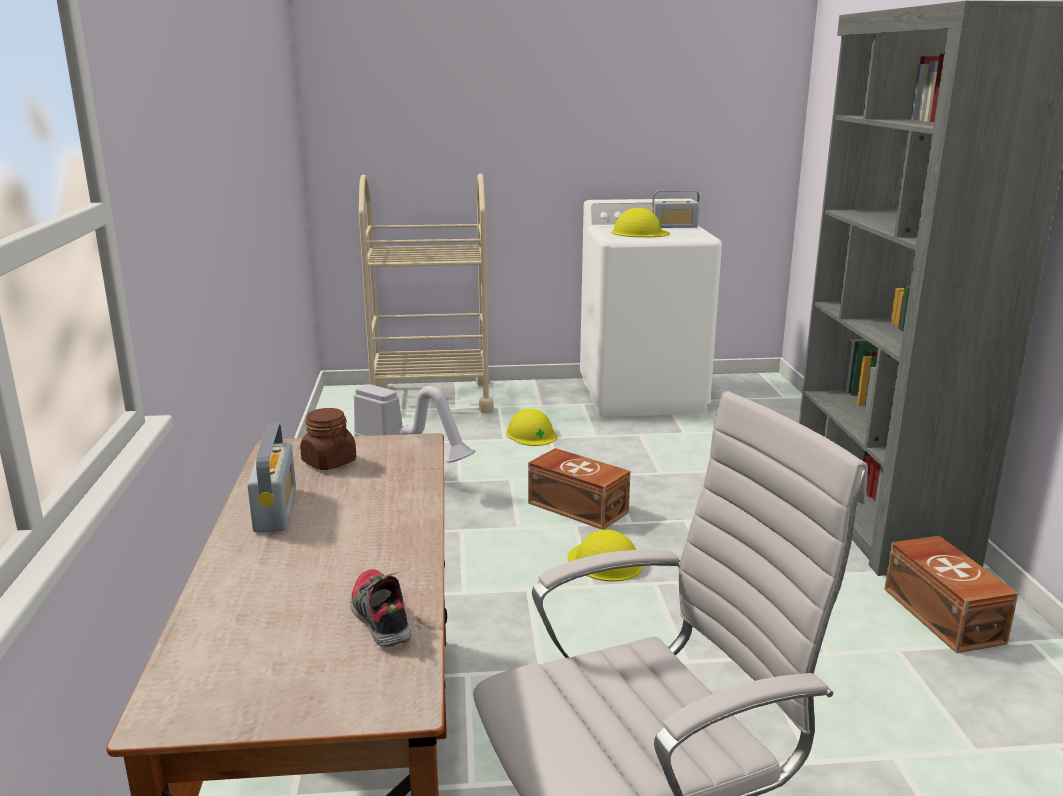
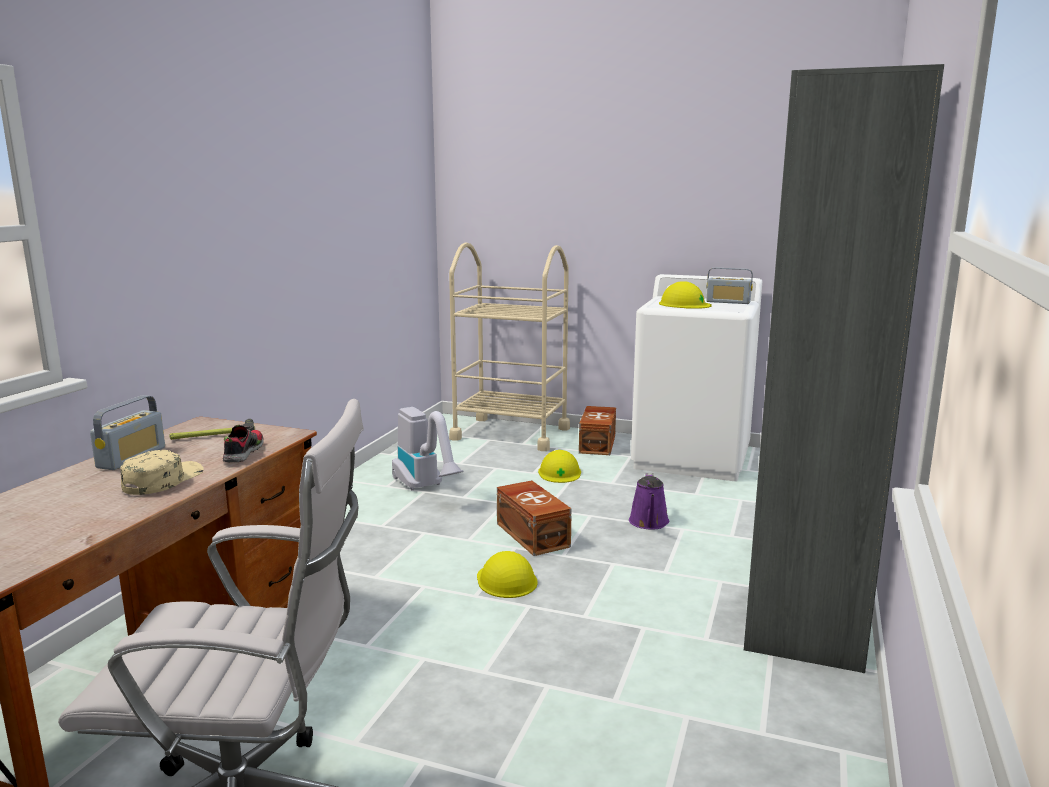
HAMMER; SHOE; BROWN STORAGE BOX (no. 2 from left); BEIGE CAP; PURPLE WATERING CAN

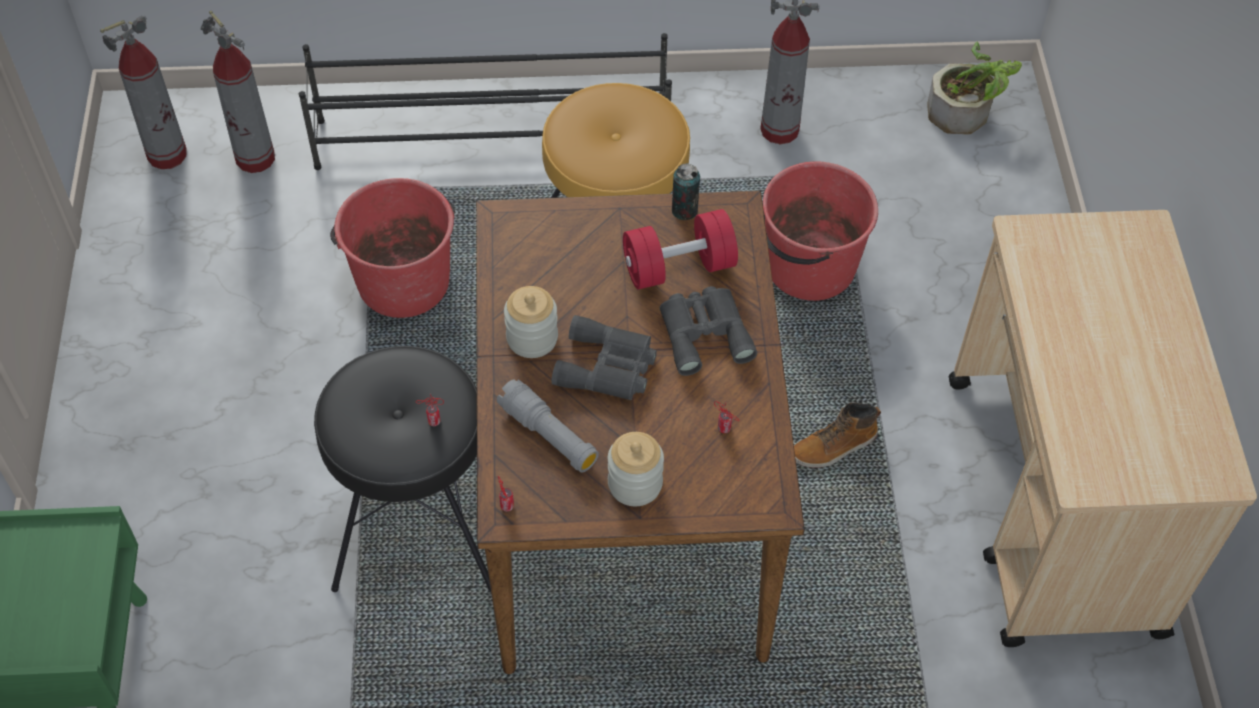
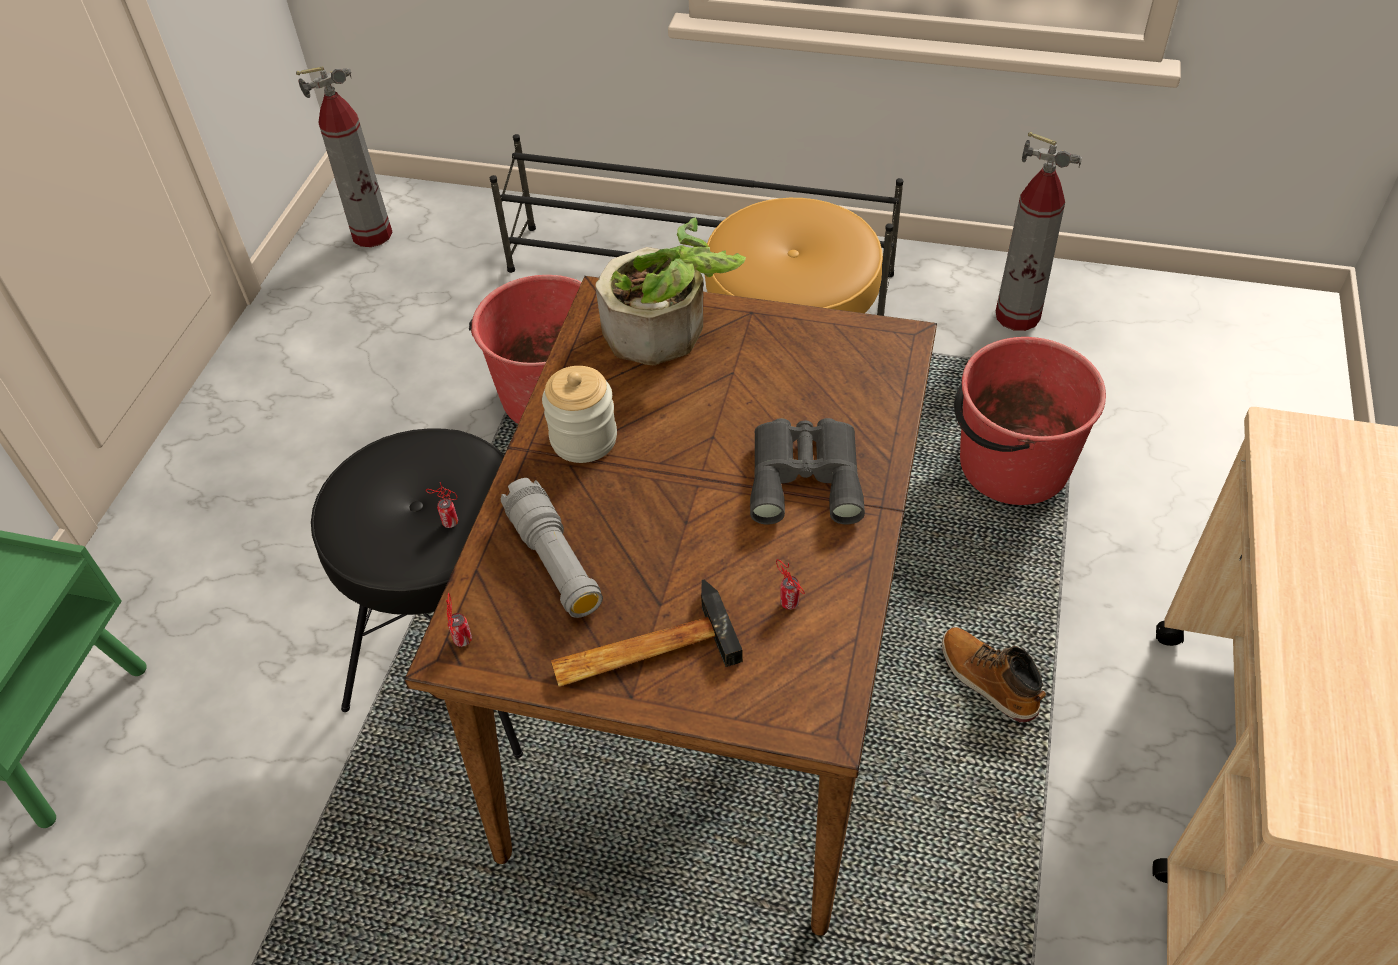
FIRE EXTINGUISHER (no. 2 from left in the first image); GREY BINOCULARS (no. 1 from left in the first image); HAMMER; RED DUMBBELL; CAN (no. 3 from left in the first image); BOOT; POTTED PLANT

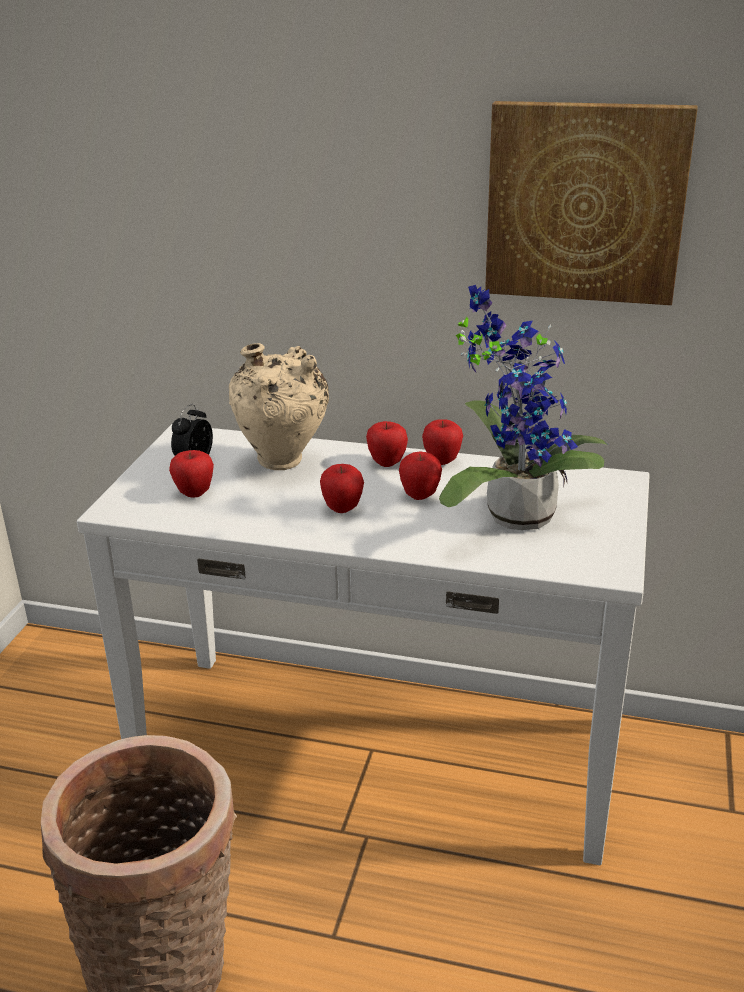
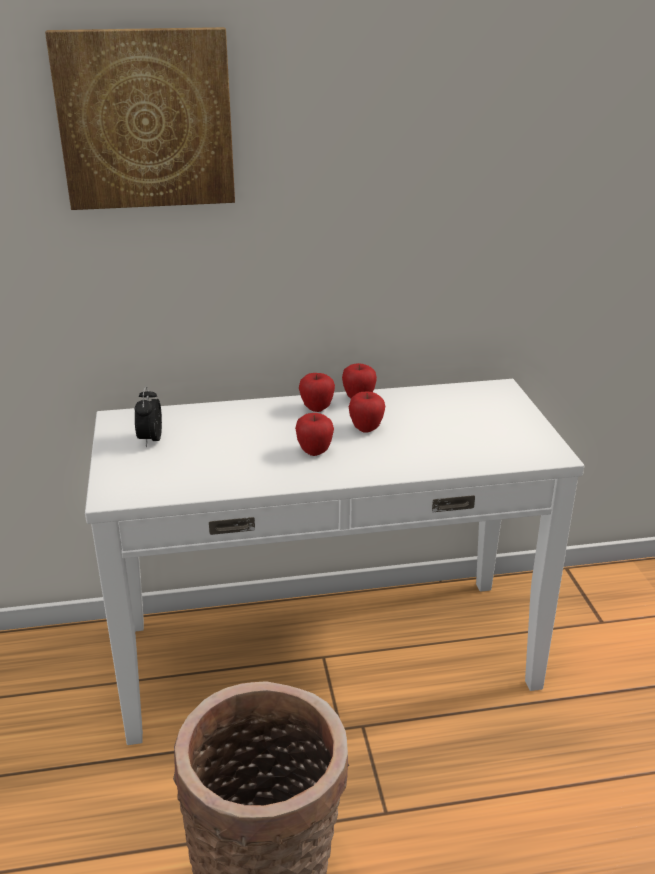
APPLE (no. 1 from left in the first image); BEIGE VASE; POTTED PLANT; PICTURE

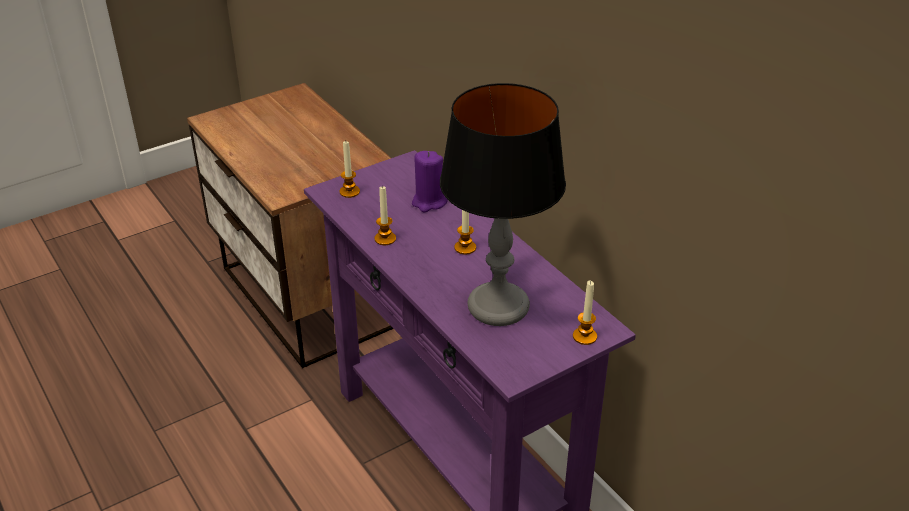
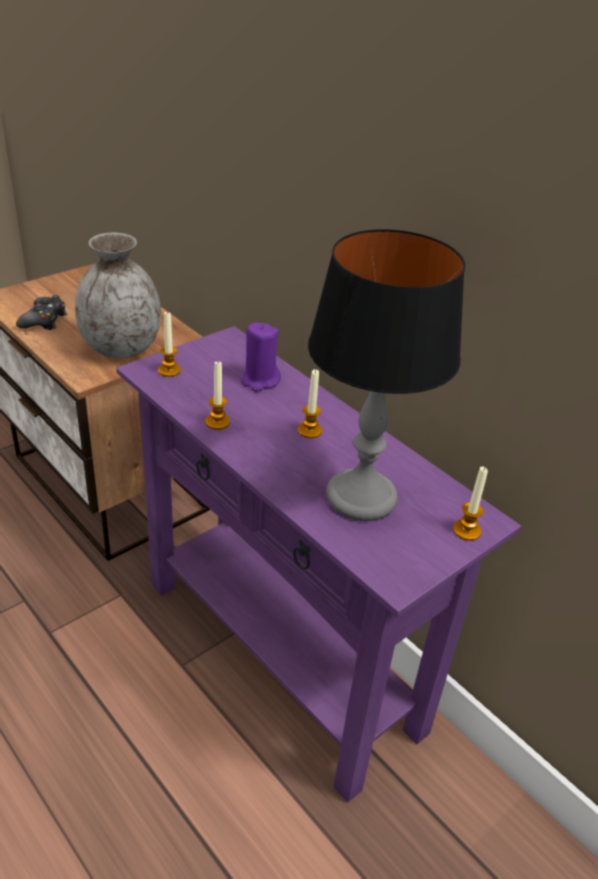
BLACK GAME CONTROLLER; GREY VASE

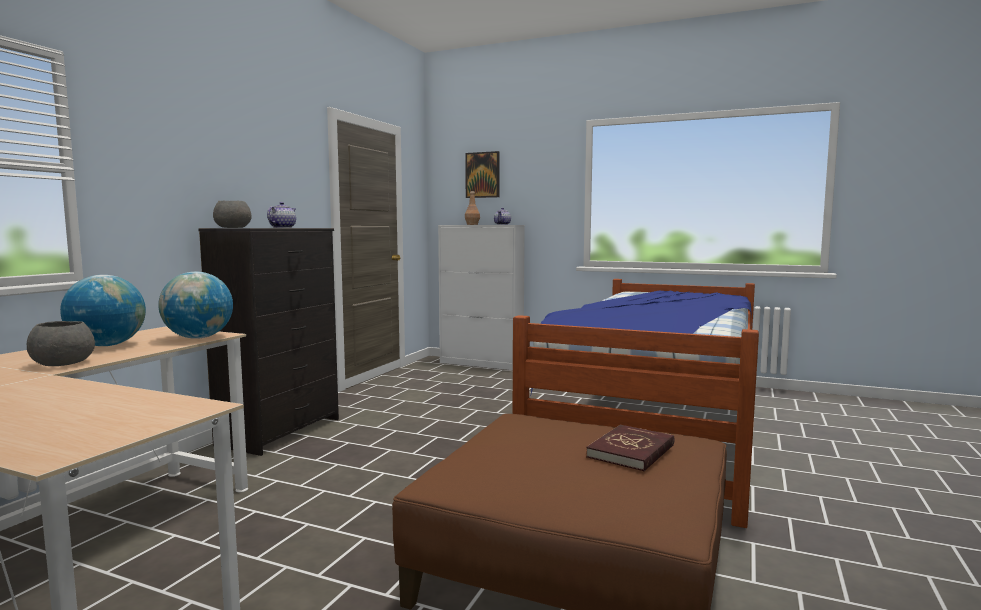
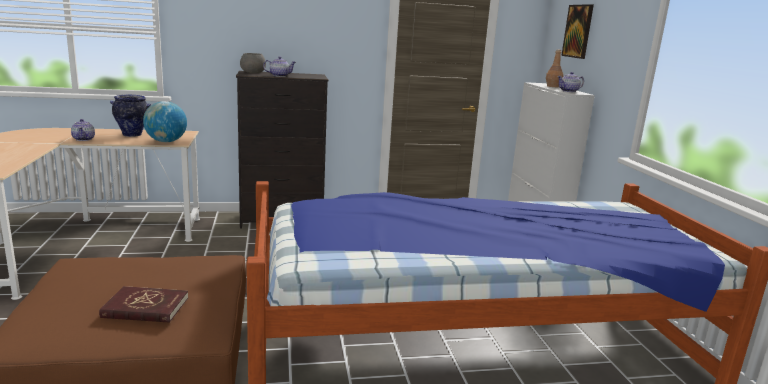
TEAPOT (no. 1 from left); VASE

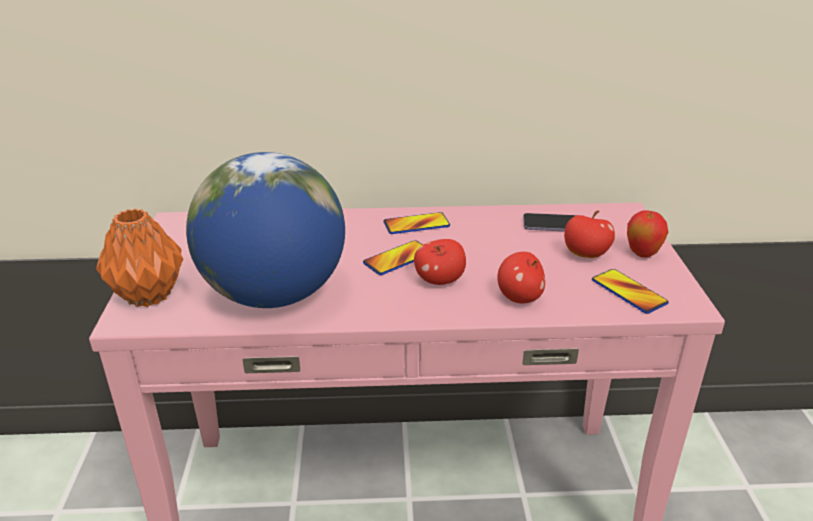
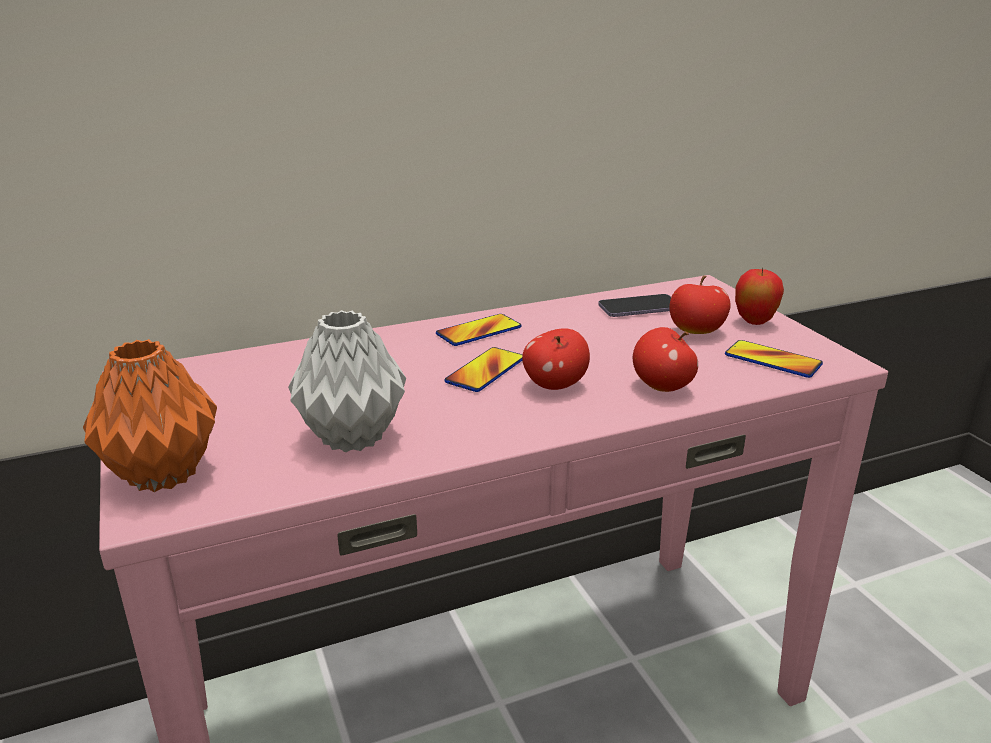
GREY VASE

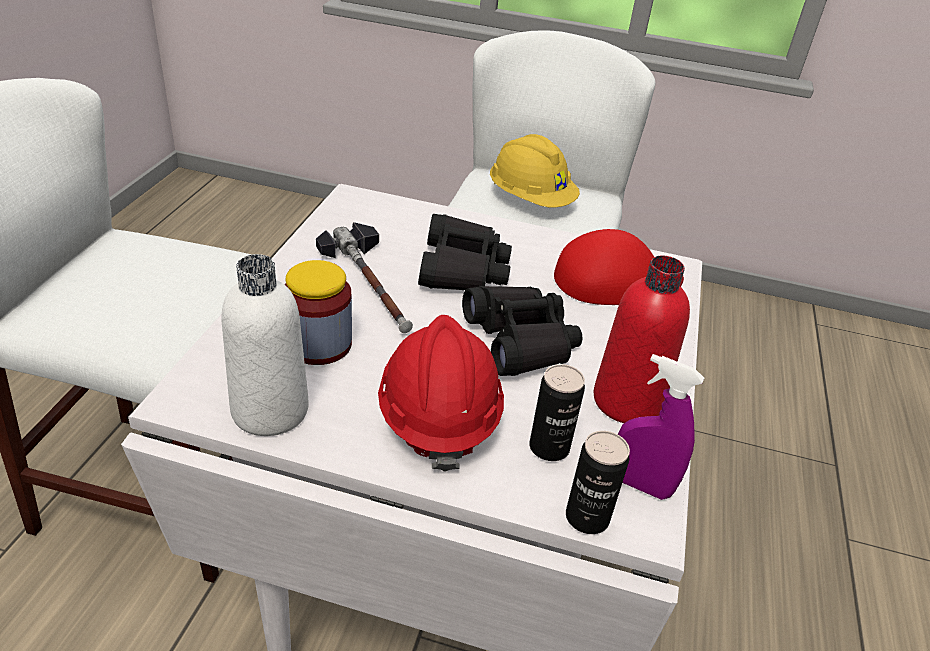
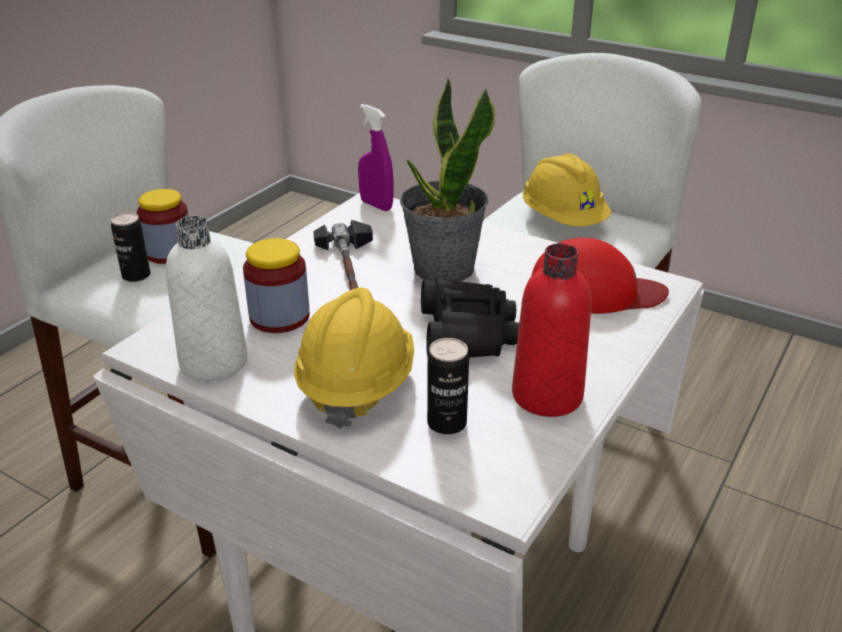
YELLOW HARD HAT (no. 1 from left); POTTED PLANT; CAN (no. 1 from left); PURPLE SPRAY BOTTLE; JAR (no. 1 from left)

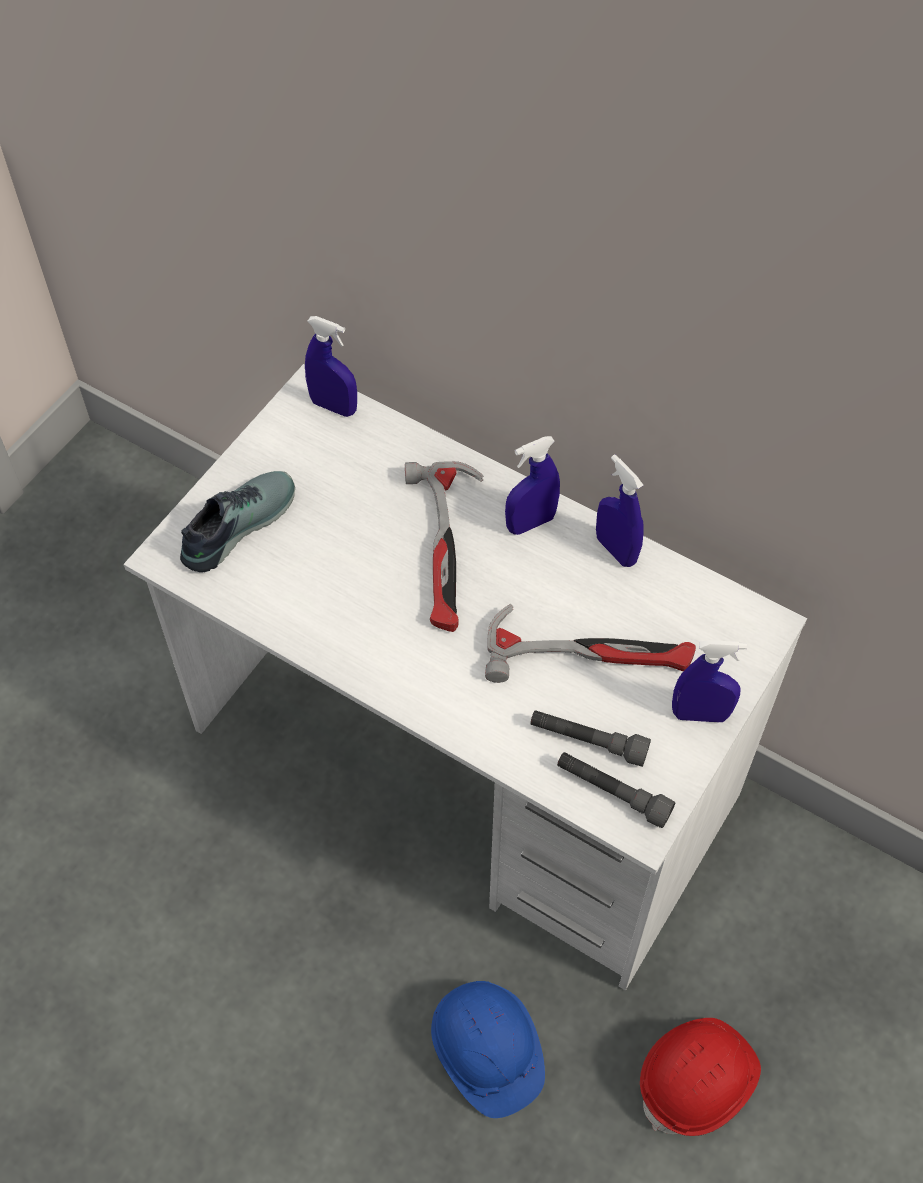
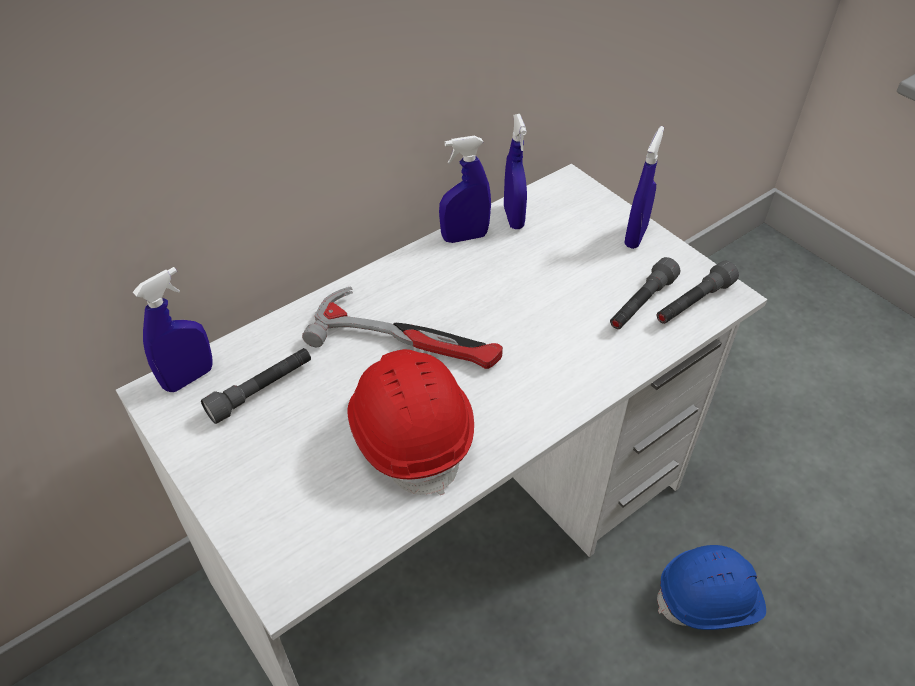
SHOE; HAMMER (no. 2 from left in the first image); BLUE SPRAY BOTTLE (no. 3 from left); RED HARD HAT; GREY FLASHLIGHT (no. 1 from left)

